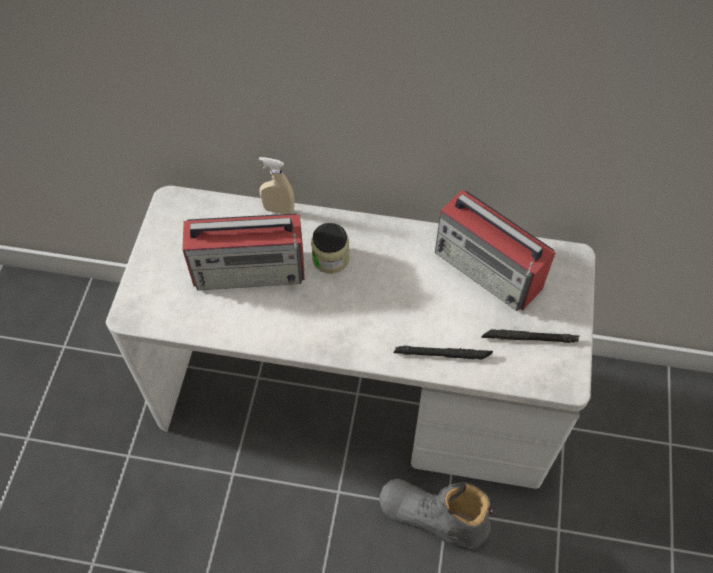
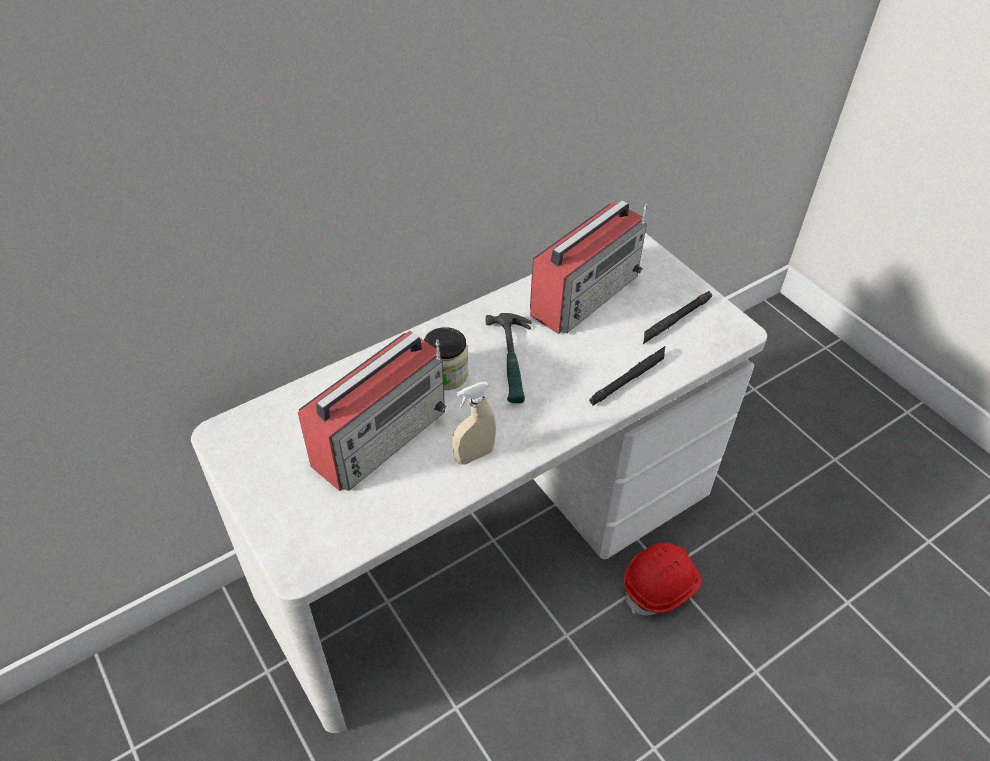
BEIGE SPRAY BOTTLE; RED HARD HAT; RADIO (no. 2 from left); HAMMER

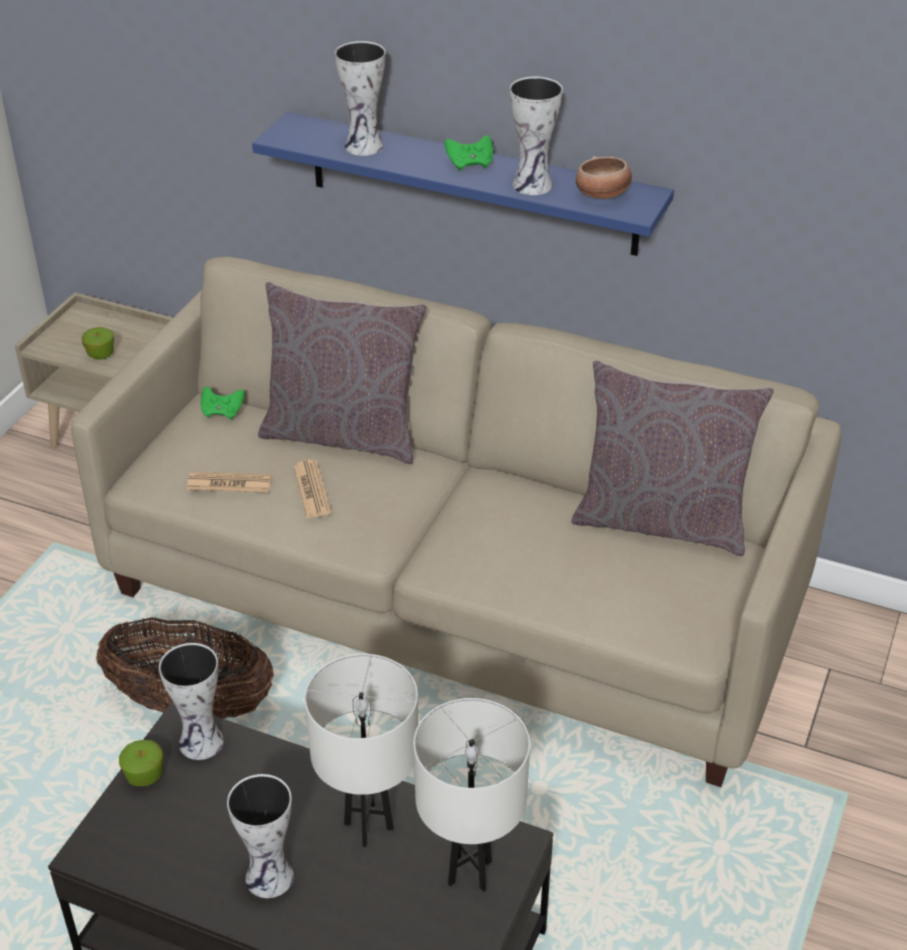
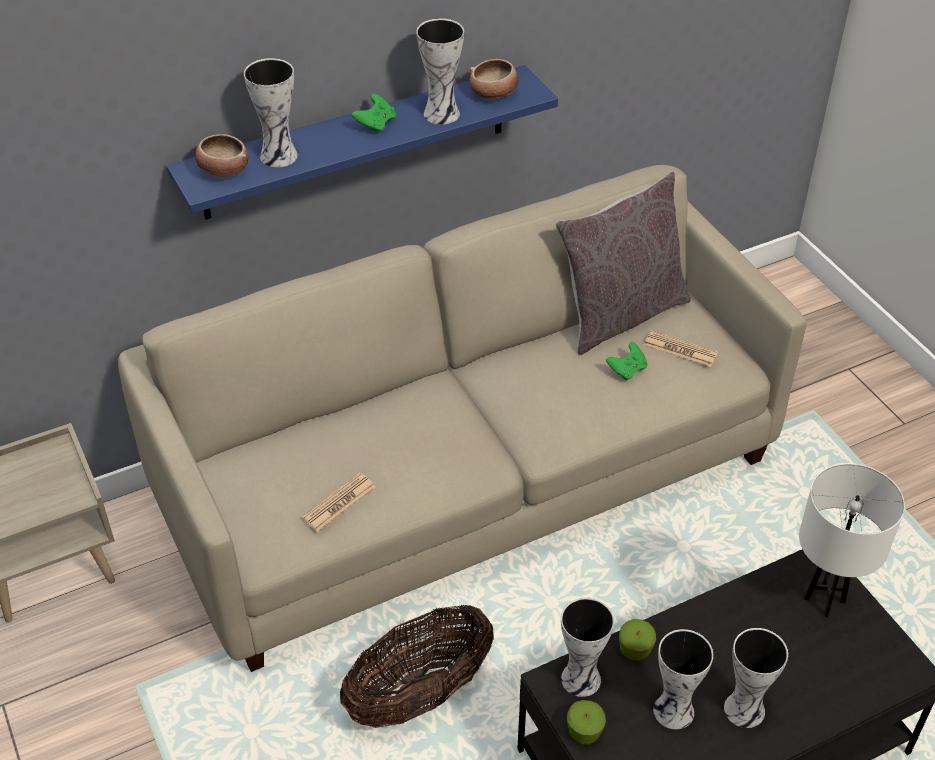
APPLE (no. 2 from left); GREEN GAME CONTROLLER (no. 2 from left); GREY PILLOW (no. 1 from left in the first image); NEWSPAPER (no. 2 from left); WHITE TABLE LAMP (no. 1 from left in the first image); BOWL (no. 1 from left); VASE (no. 4 from left)

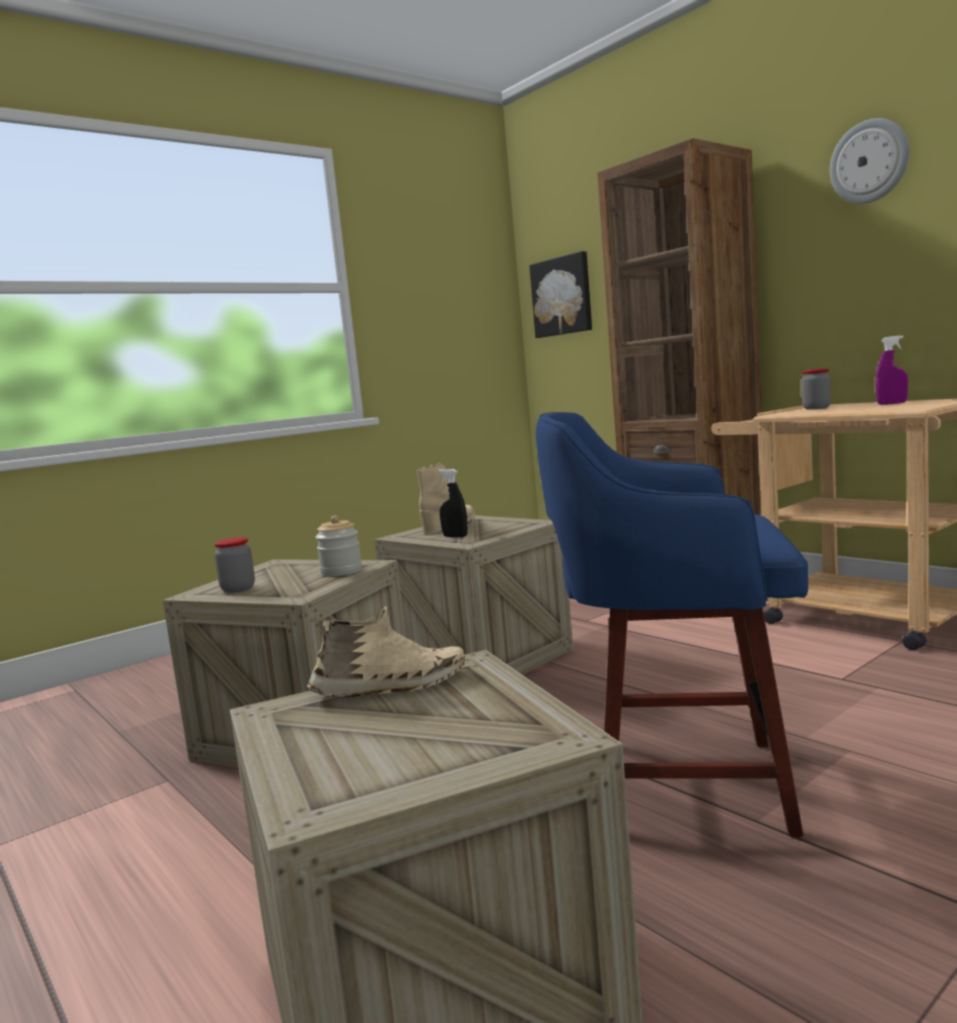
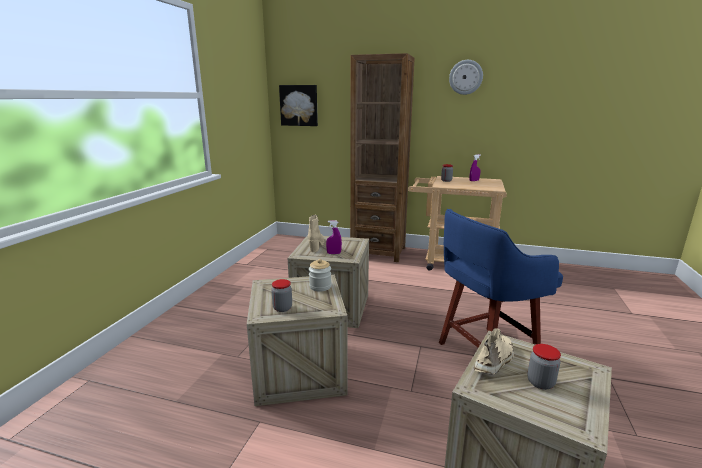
PURPLE SPRAY BOTTLE (no. 1 from left); JAR (no. 4 from left)

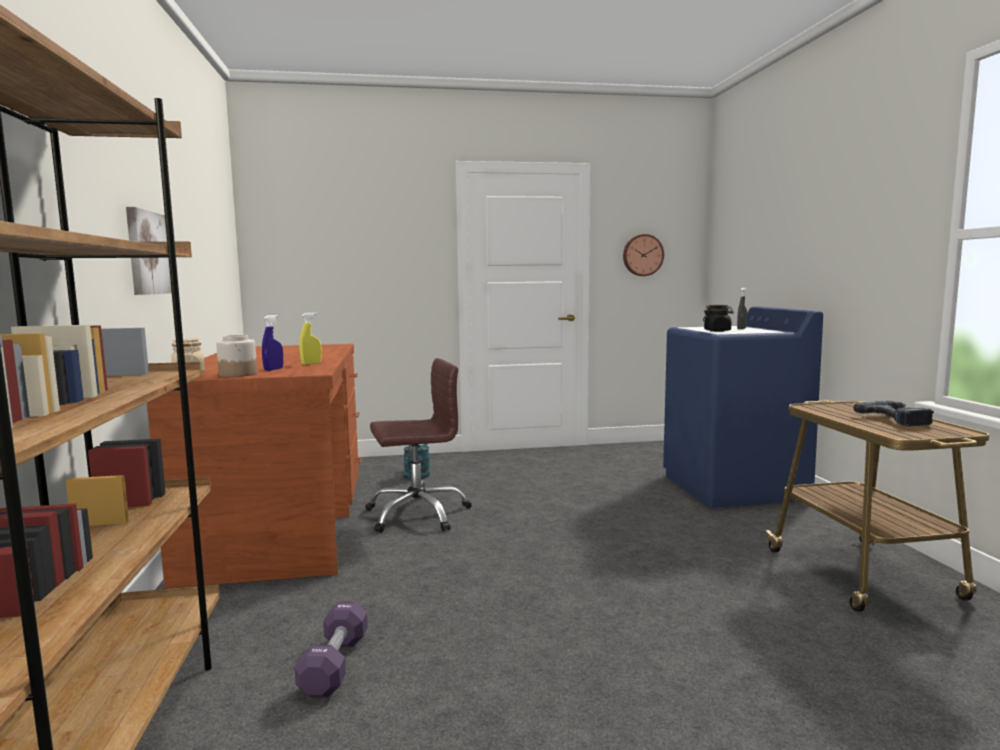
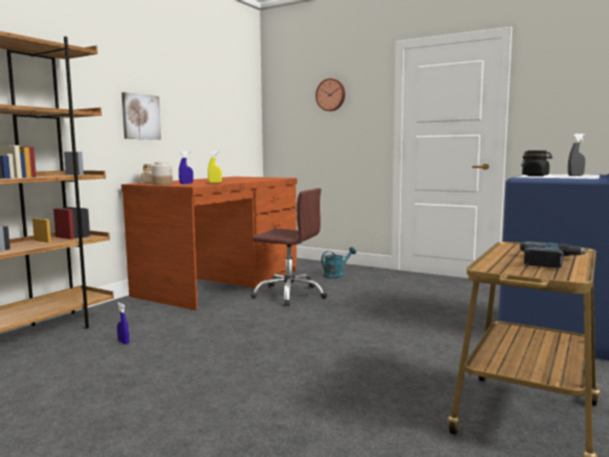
BLUE SPRAY BOTTLE (no. 1 from left); WALL CLOCK

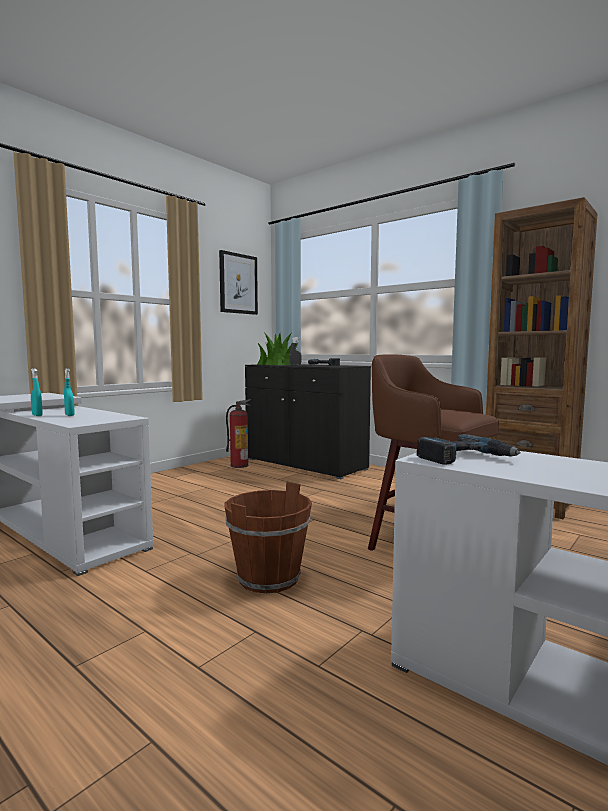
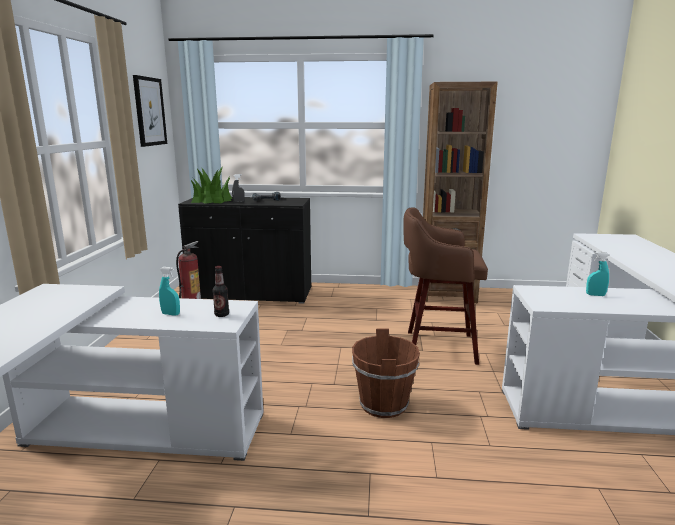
TURQUOISE SPRAY BOTTLE (no. 2 from left); POWER DRILL (no. 2 from left in the first image); BOTTLE

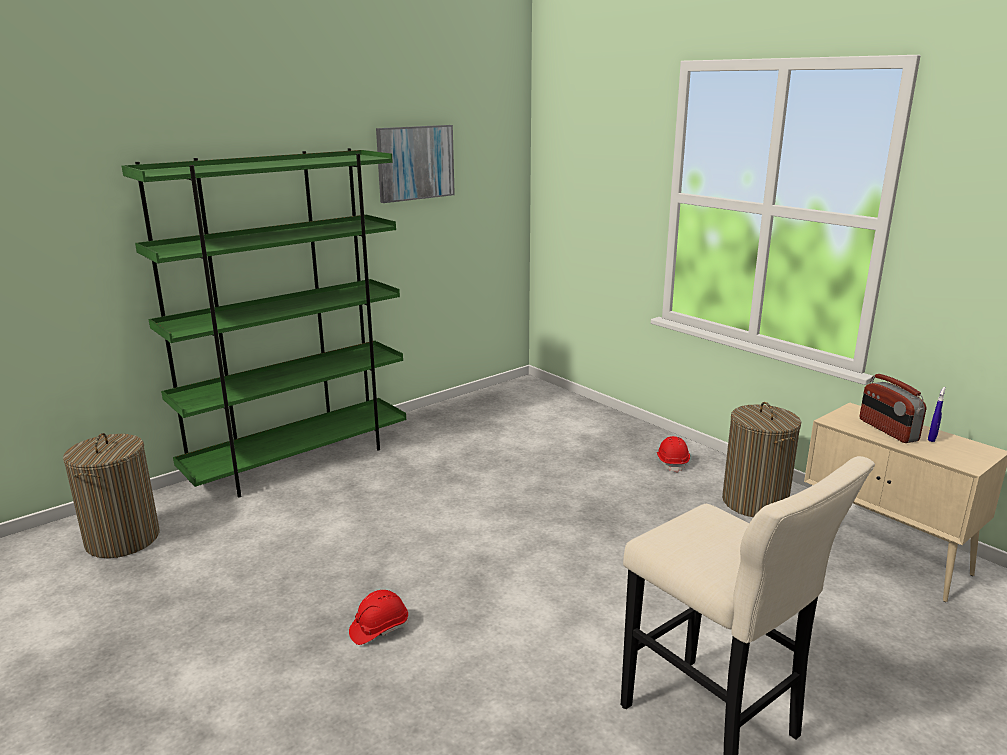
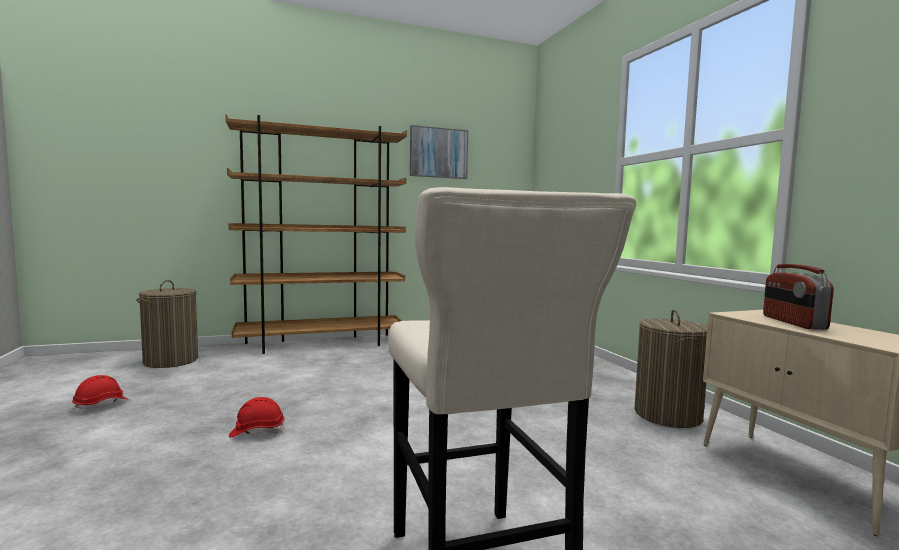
BROWN BOOKCASE; RED HARD HAT (no. 1 from left); BLUE SPRAY BOTTLE

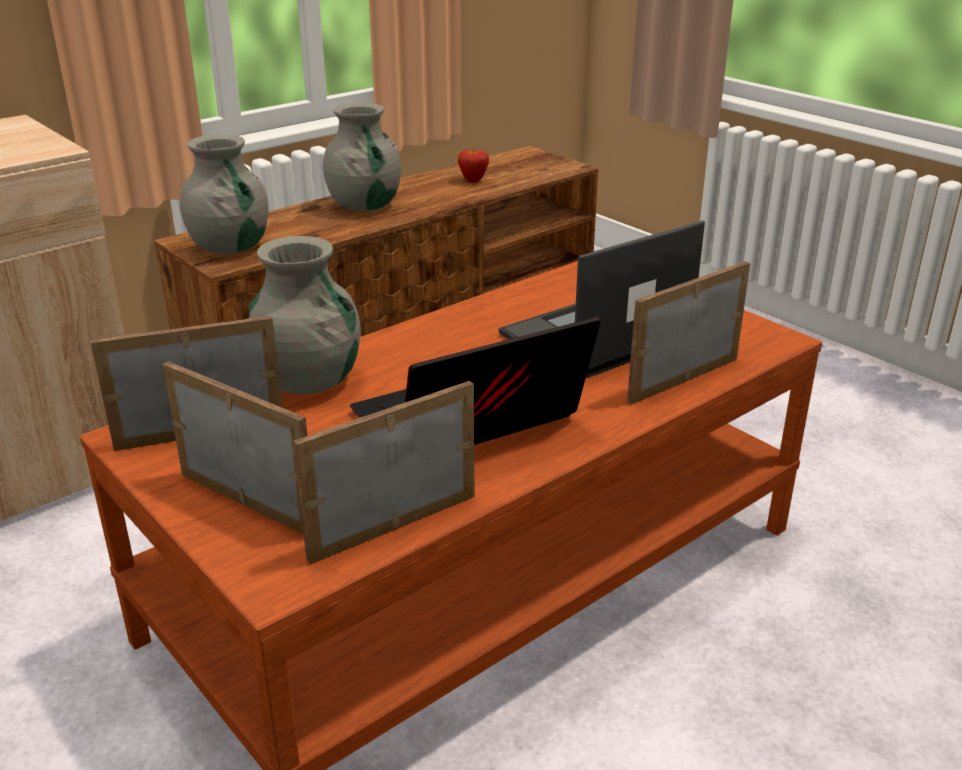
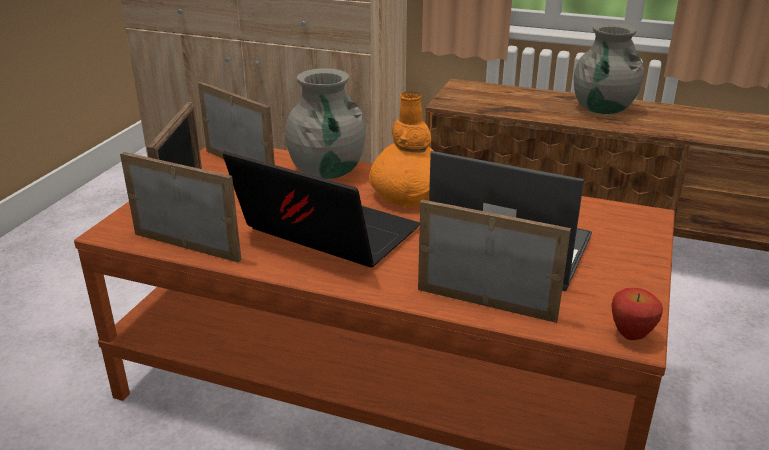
GREY VASE (no. 1 from left in the first image); APPLE; ORANGE VASE

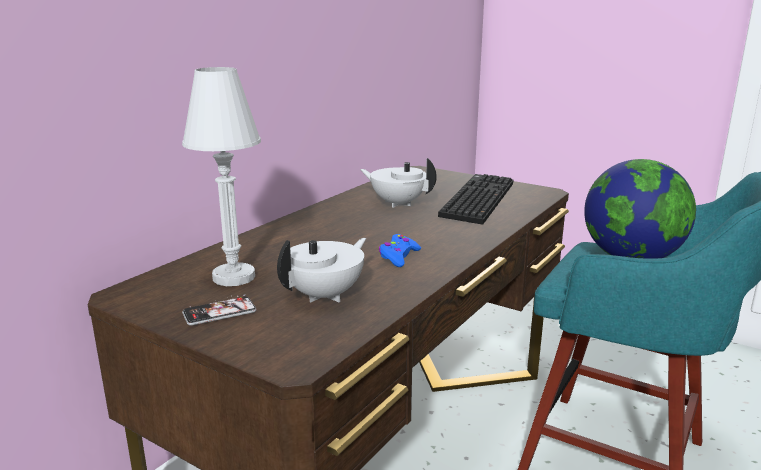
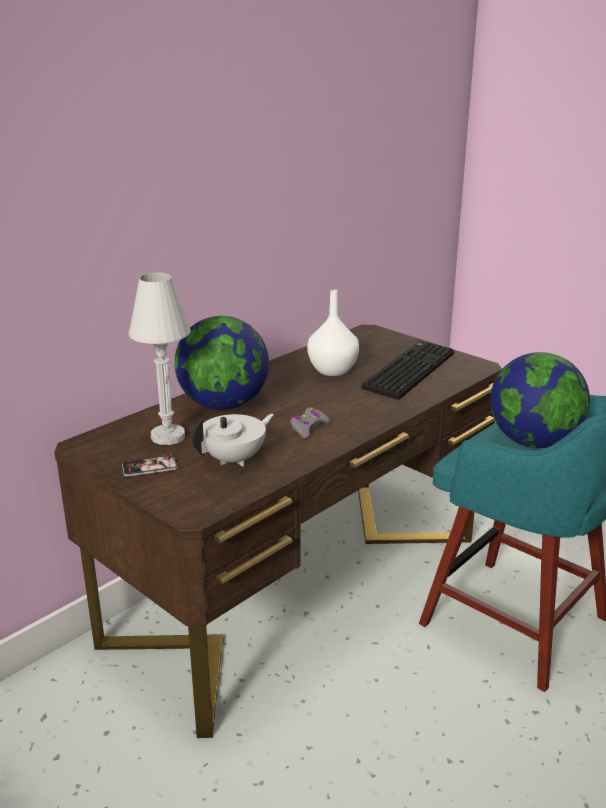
WHITE VASE; GREY GAME CONTROLLER; GLOBE (no. 1 from left)

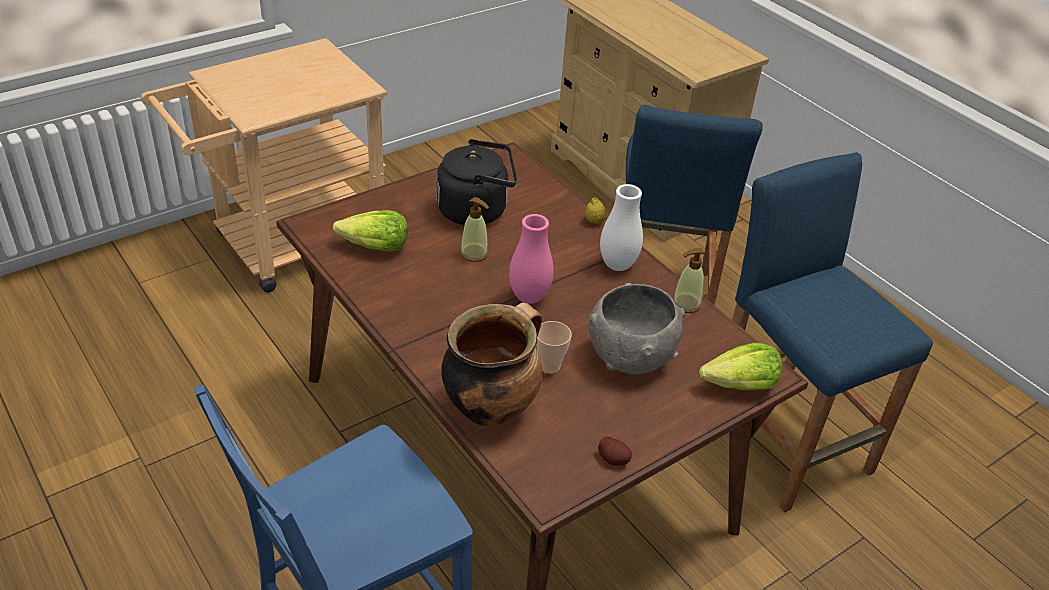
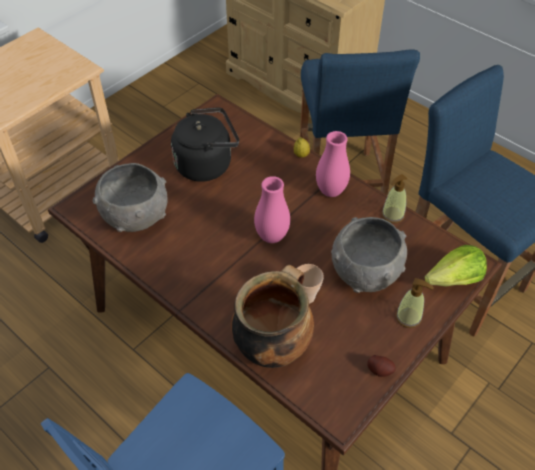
GREY BOWL (no. 1 from left); SOAP DISPENSER (no. 2 from left); PINK VASE (no. 2 from left)

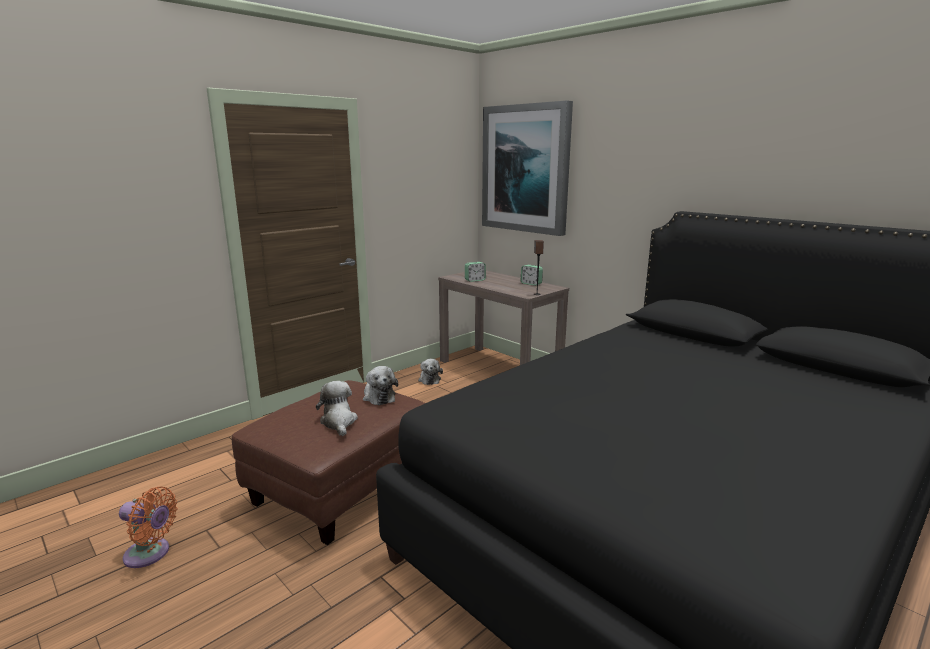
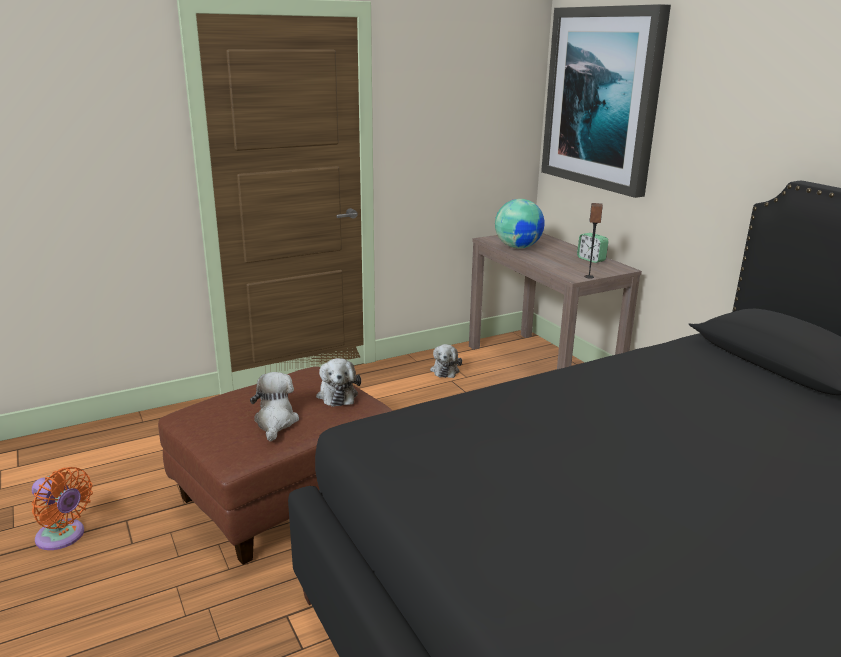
GLOBE

